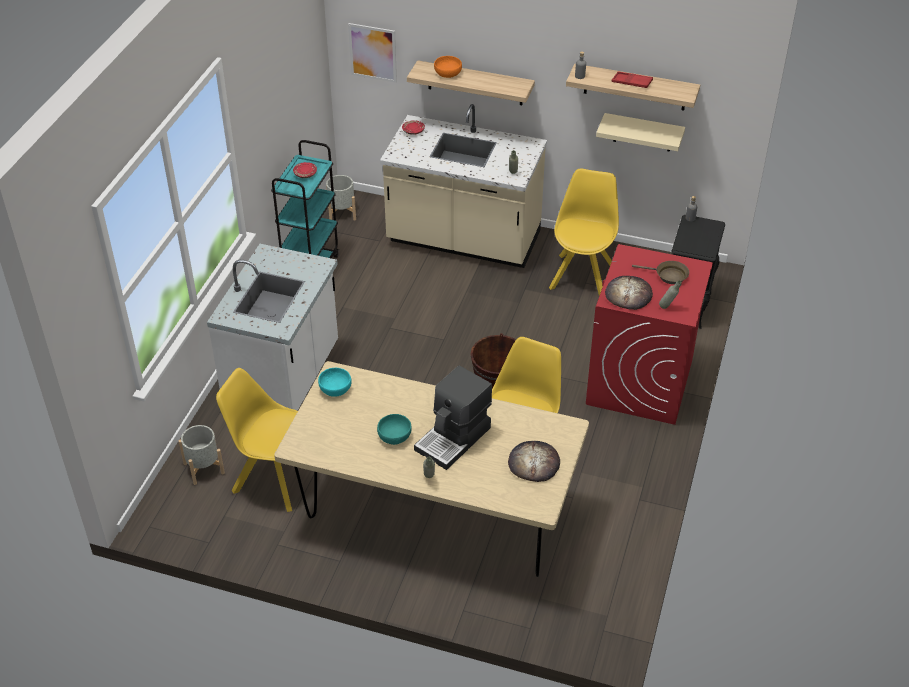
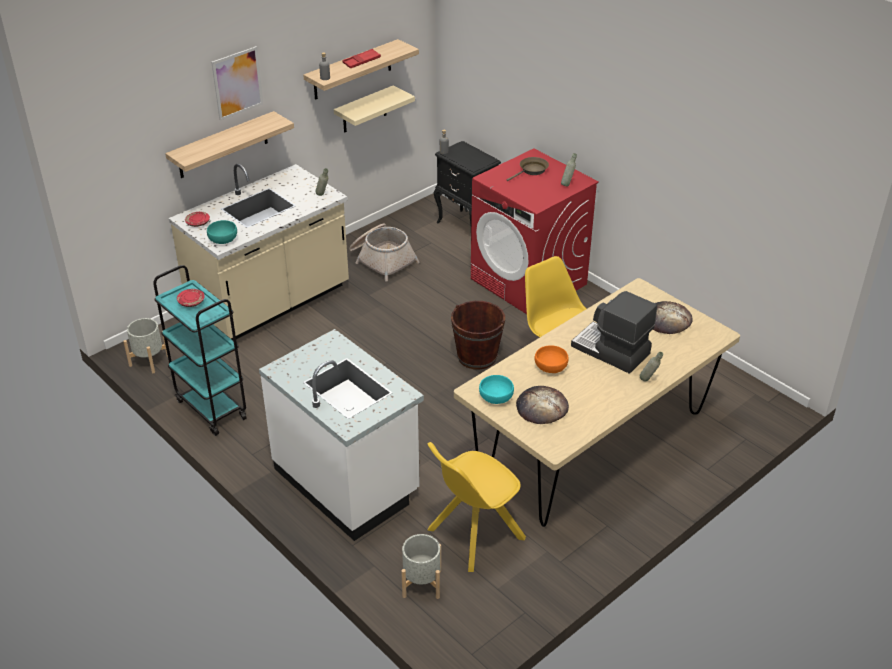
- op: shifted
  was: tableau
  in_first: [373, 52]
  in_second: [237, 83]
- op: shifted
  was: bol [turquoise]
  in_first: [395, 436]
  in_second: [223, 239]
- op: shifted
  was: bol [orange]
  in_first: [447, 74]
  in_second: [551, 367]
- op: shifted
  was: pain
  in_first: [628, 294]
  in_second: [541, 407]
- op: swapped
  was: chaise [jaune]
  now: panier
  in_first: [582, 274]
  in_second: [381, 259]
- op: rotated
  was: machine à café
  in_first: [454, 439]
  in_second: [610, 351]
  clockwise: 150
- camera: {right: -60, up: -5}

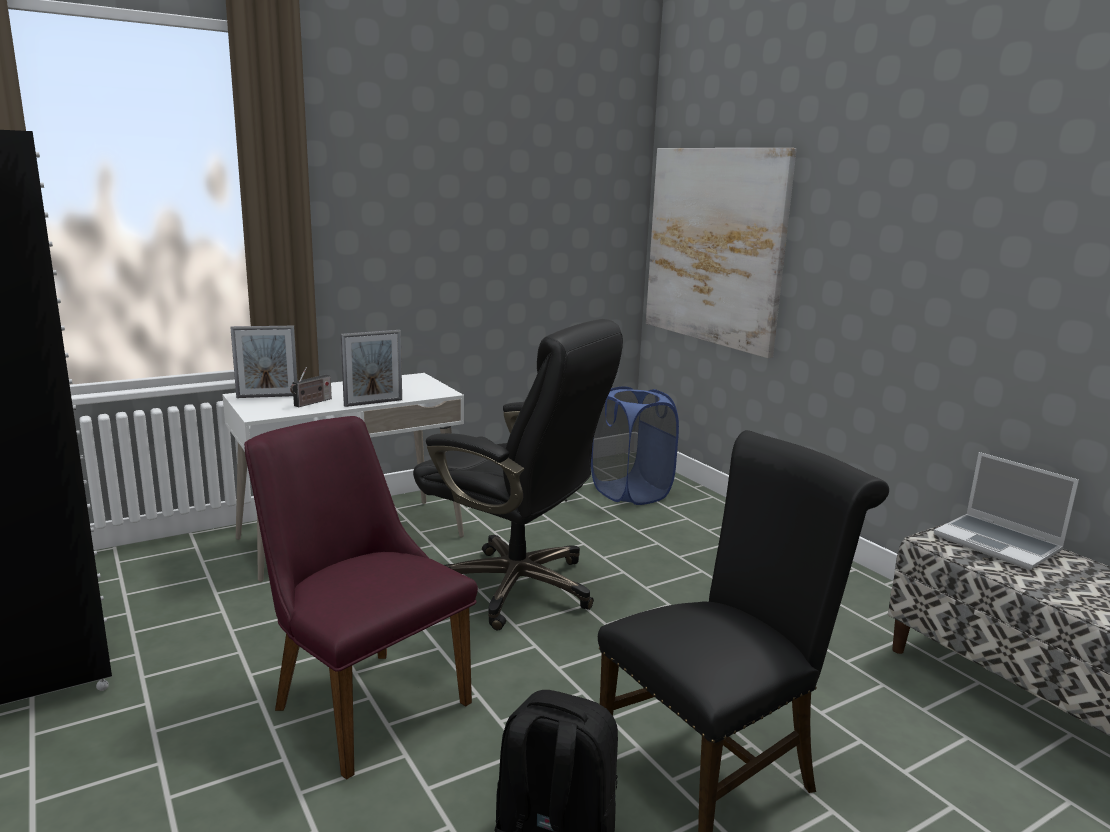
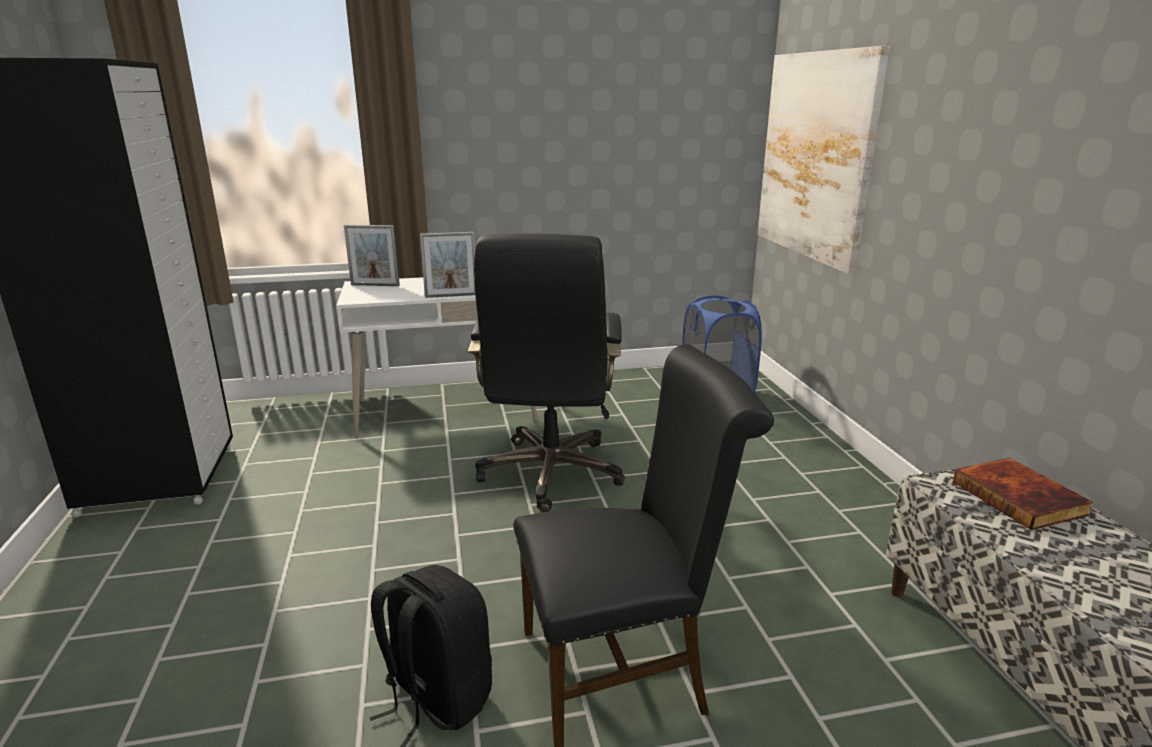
- op: gone
  was: chaise [violet]
  in_first: [360, 699]
- op: gone
  was: radio
  in_first: [311, 403]
- op: swapped
  was: ordinateur portable
  now: livre
  in_first: [999, 543]
  in_second: [1020, 498]
- op: rotated
  was: chaise de bureau [noir]
  in_first: [513, 586]
  in_second: [551, 470]
  clockwise: 45
- camera: {right: 20, up: 5}

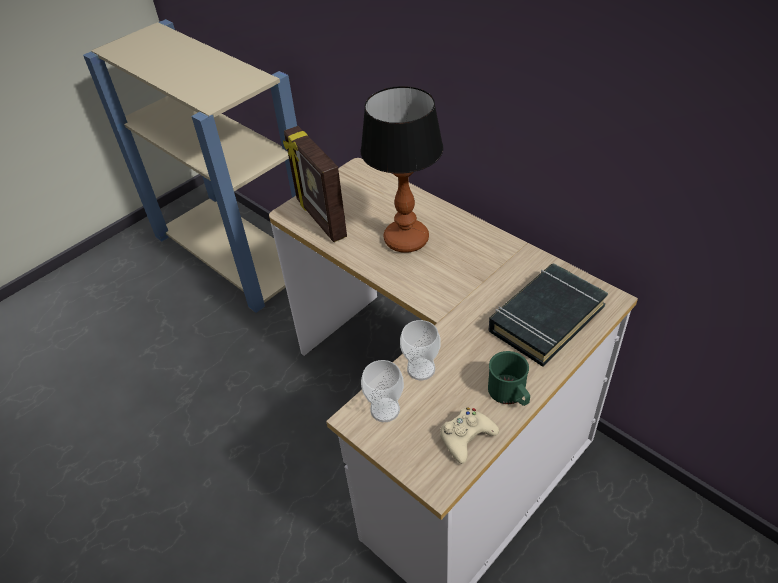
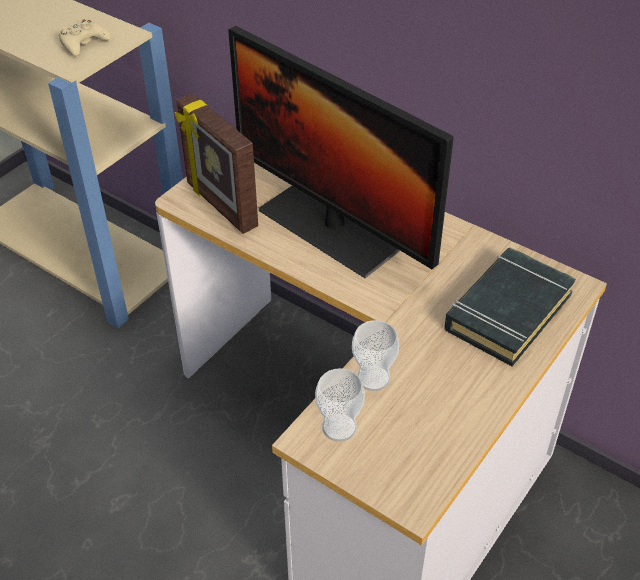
- op: gone
  was: mug [vert]
  in_first: [510, 394]
- op: shifted
  was: manette [beige]
  in_first: [466, 437]
  in_second: [83, 44]
- op: swapped
  was: lampe de table
  now: écran d'ordinateur
  in_first: [407, 239]
  in_second: [332, 227]
- camera: {right: -10, up: 0}

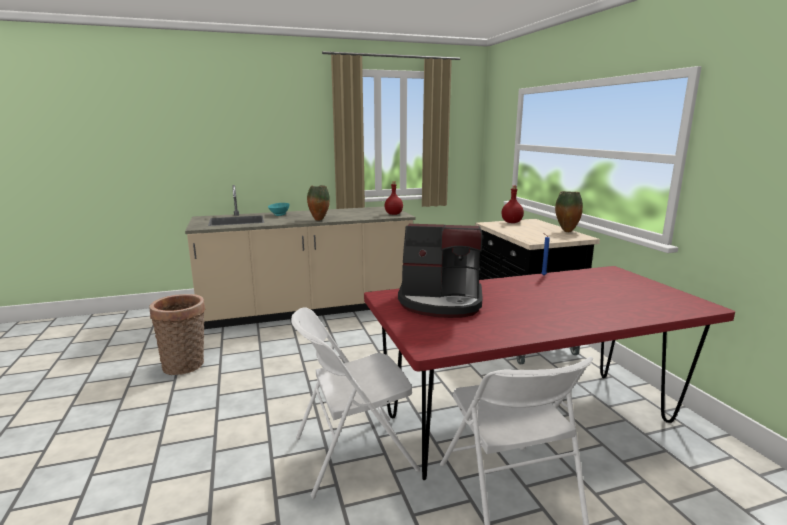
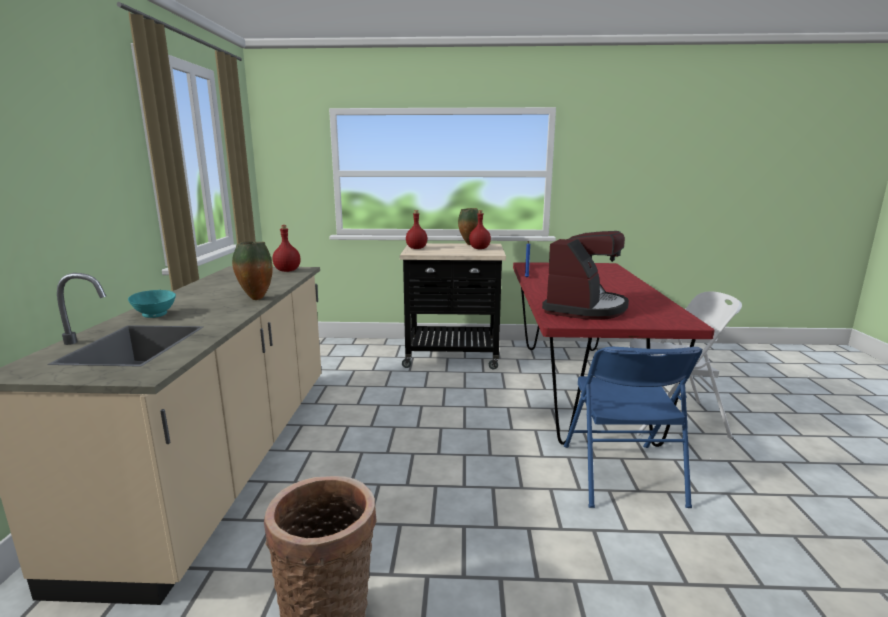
- op: new
  now: bouteille [rouge]
  in_second: [479, 248]
- op: repainted
  was: chaise [blanc]
  now: chaise [bleu]
  in_first: [354, 453]
  in_second: [620, 474]
- camera: {right: -70, up: 0}

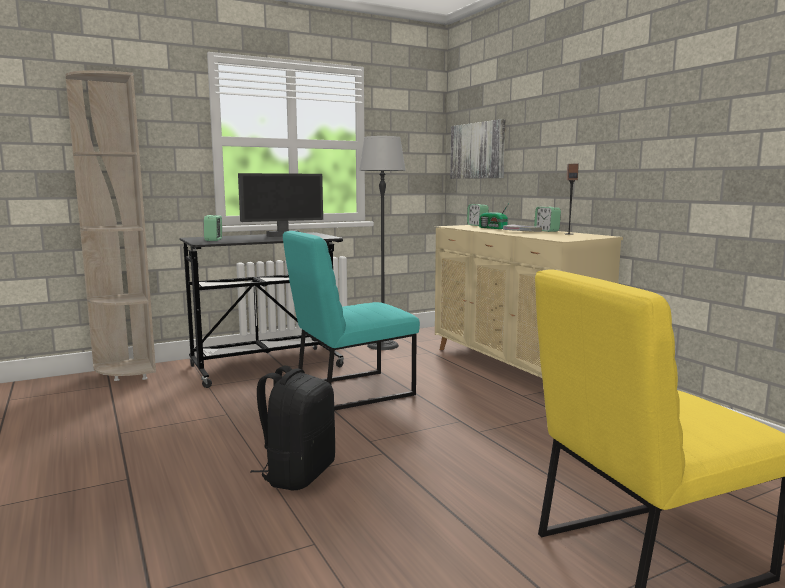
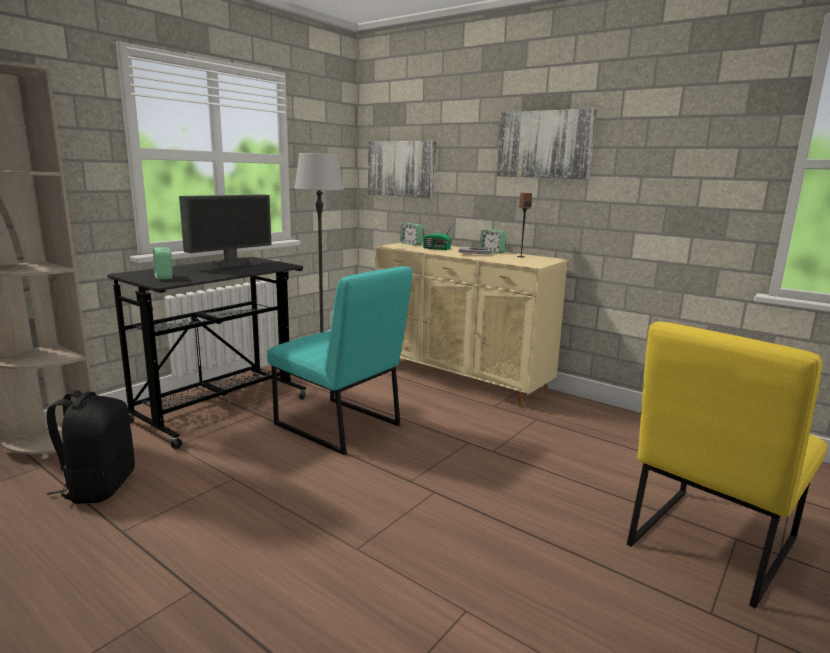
- op: new
  now: tableau
  in_second: [545, 144]
- op: shifted
  was: sac à dos [noir]
  in_first: [297, 474]
  in_second: [98, 487]
- op: rotated
  was: chaise [turquoise]
  in_first: [351, 391]
  in_second: [339, 426]
  clockwise: -90
- camera: {right: -25, up: 5}

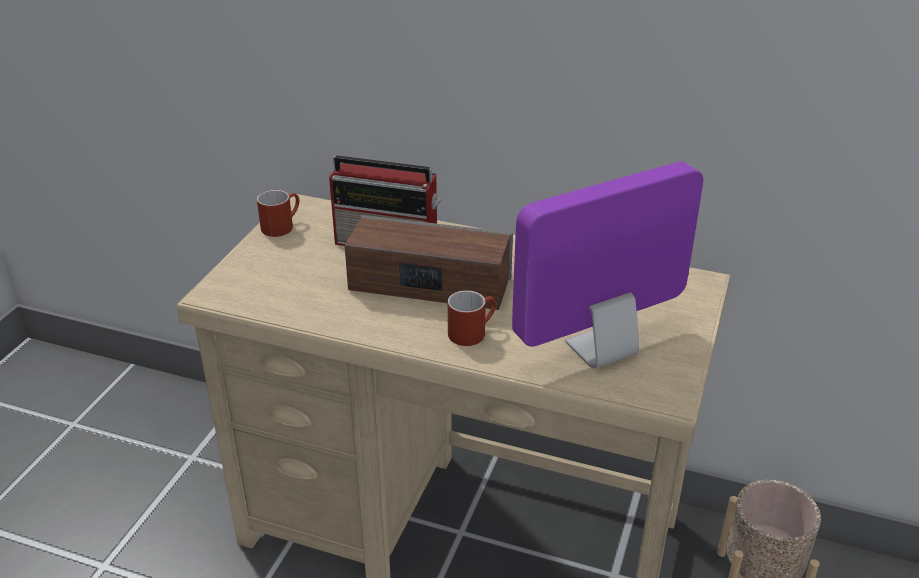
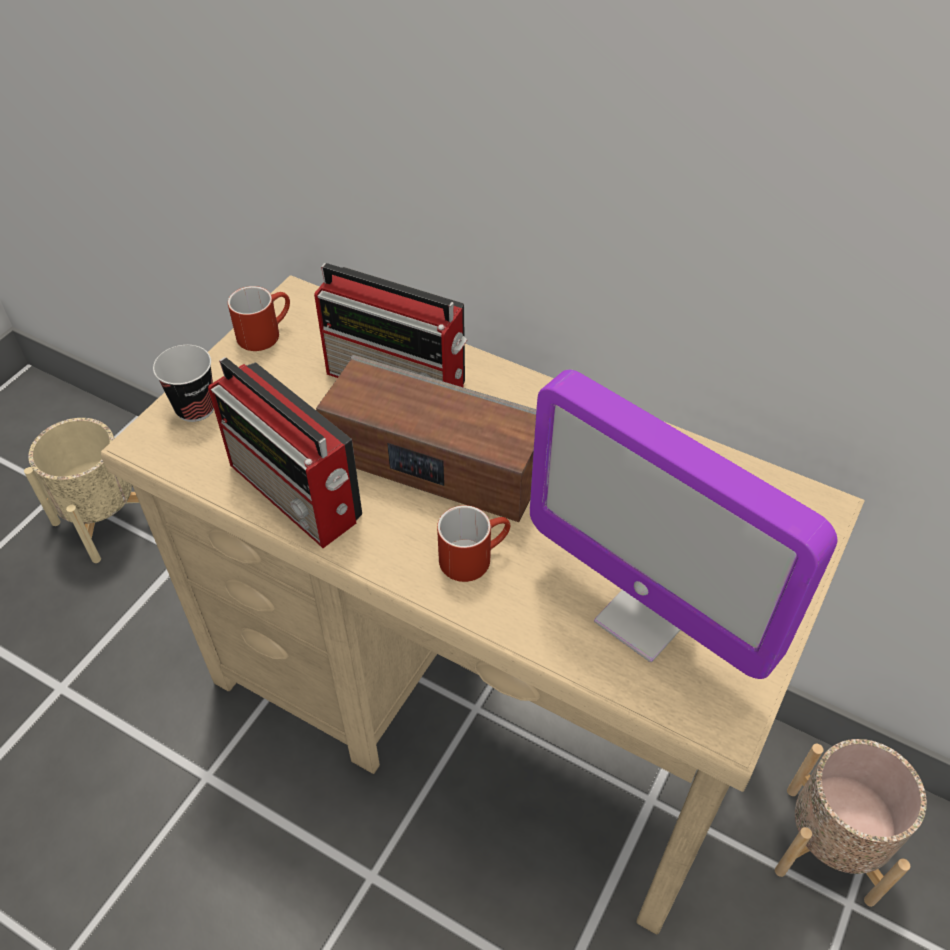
- op: new
  now: cache-pot [beige]
  in_second: [105, 520]
- op: new
  now: tasse
  in_second: [195, 408]
- op: new
  now: radio
  in_second: [296, 494]
- op: rotated
  was: écran d'ordinateur
  in_first: [600, 350]
  in_second: [645, 617]
  clockwise: -120
- camera: {right: 10, up: 15}

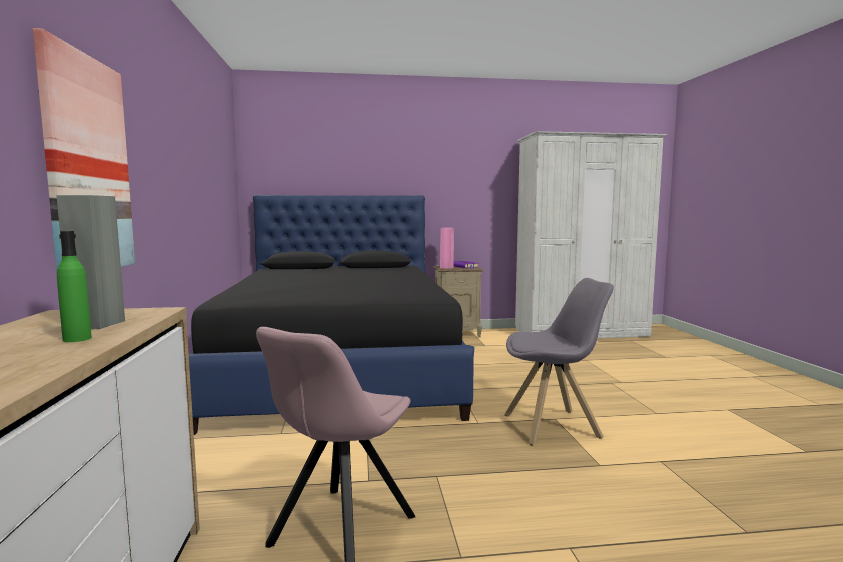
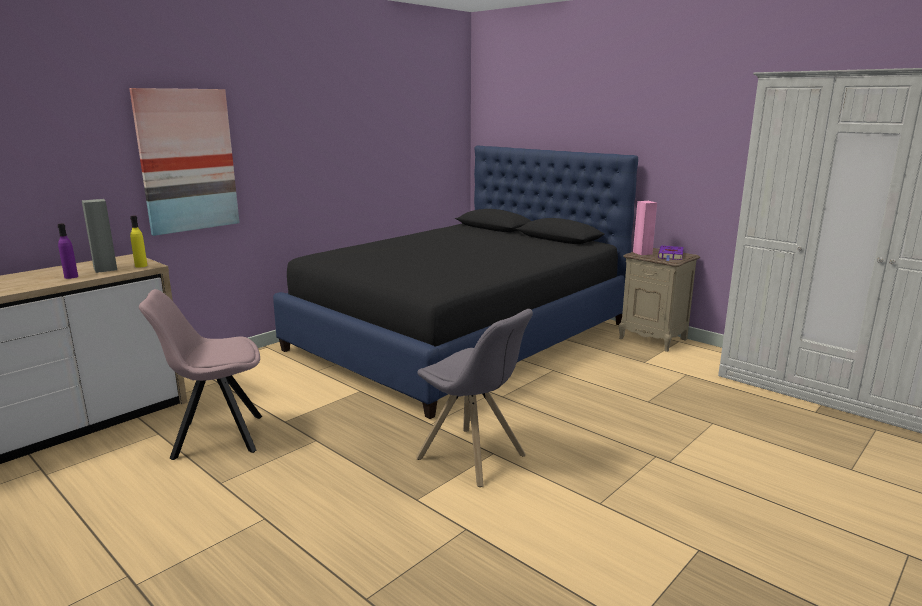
- op: new
  now: bouteille [jaune]
  in_second: [141, 266]
- op: repainted
  was: bouteille [vert]
  now: bouteille [violet]
  in_first: [77, 339]
  in_second: [71, 277]
- camera: {right: 50, up: 10}

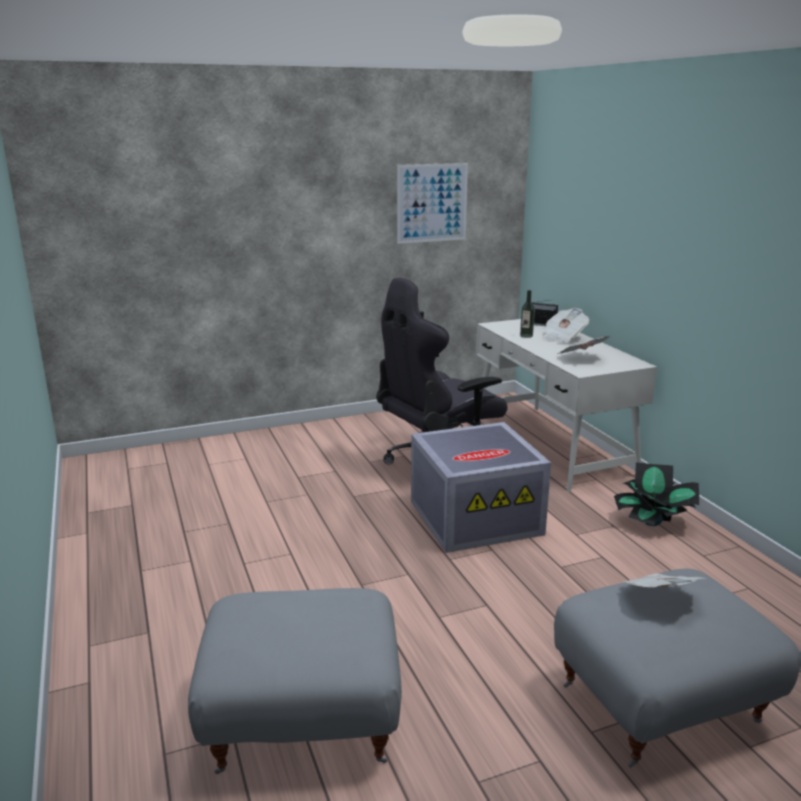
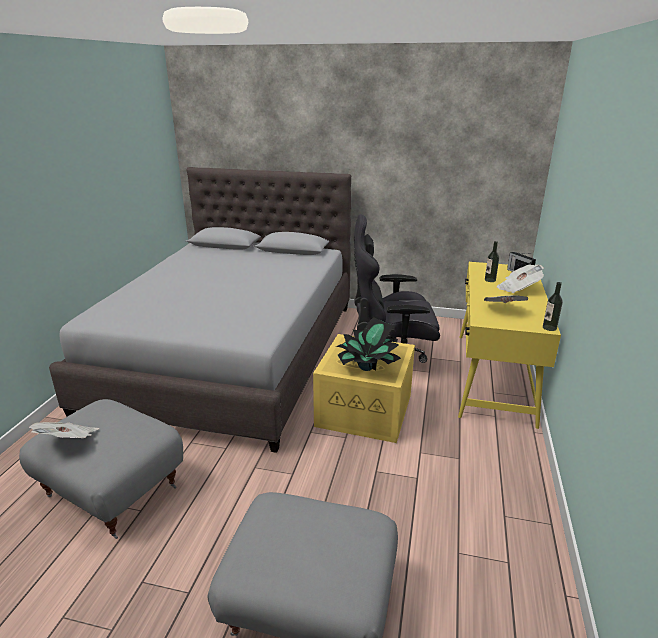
- op: gone
  was: tableau
  in_first: [432, 203]
- op: new
  now: lit [gris]
  in_second: [233, 353]
- op: new
  now: bouteille
  in_second: [549, 328]
- op: shifted
  was: plante en pot
  in_first: [652, 522]
  in_second: [366, 368]
- op: shifted
  was: journal
  in_first: [659, 598]
  in_second: [69, 441]
- op: repainted
  was: boîte de rangement [gris]
  now: boîte de rangement [jaune]
  in_first: [476, 516]
  in_second: [366, 409]
- op: repainted
  was: bureau [blanc]
  now: bureau [jaune]
  in_first: [550, 445]
  in_second: [493, 376]
- camera: {right: 35, up: 5}

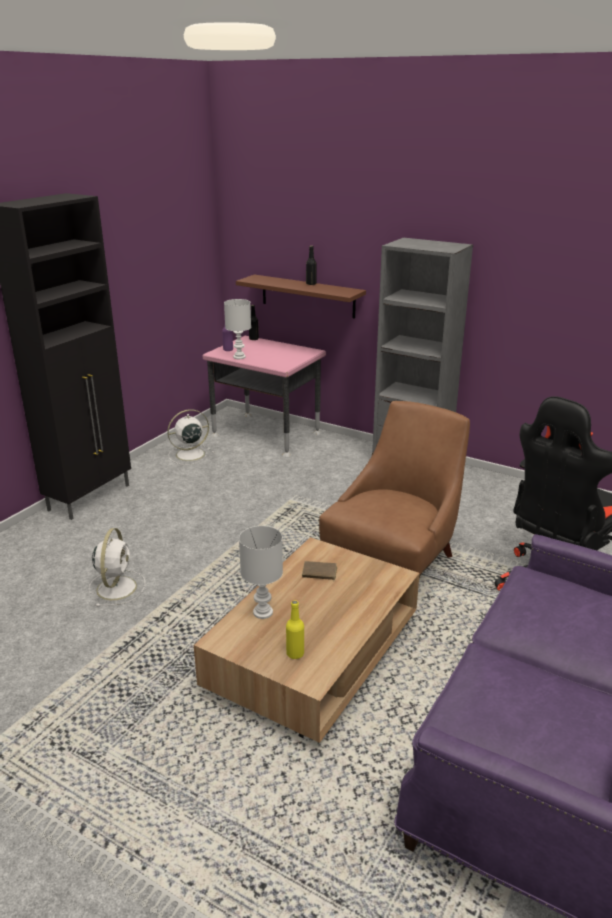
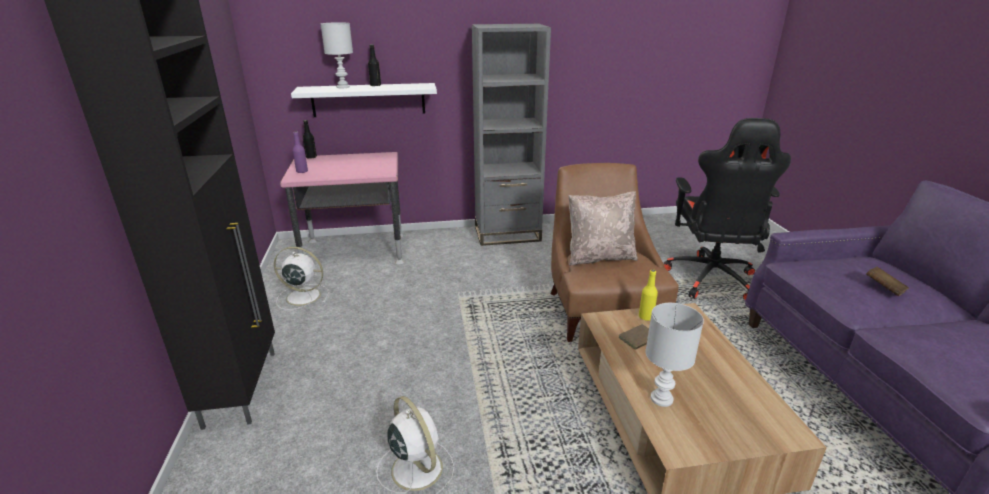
- op: new
  now: coussin [beige]
  in_second: [599, 257]
- op: new
  now: livre [marron]
  in_second: [883, 289]
- op: shifted
  was: lampe de table [blanc]
  in_first: [239, 357]
  in_second: [343, 87]
- op: shifted
  was: bouteille [jaune]
  in_first: [295, 653]
  in_second: [646, 317]
- op: repainted
  was: étagère [marron]
  now: étagère [blanc]
  in_first: [307, 296]
  in_second: [368, 100]
- op: rotated
  was: ventilateur [blanc]
  in_first: [189, 455]
  in_second: [302, 296]
  clockwise: 75
- camera: {right: -40, up: 0}

